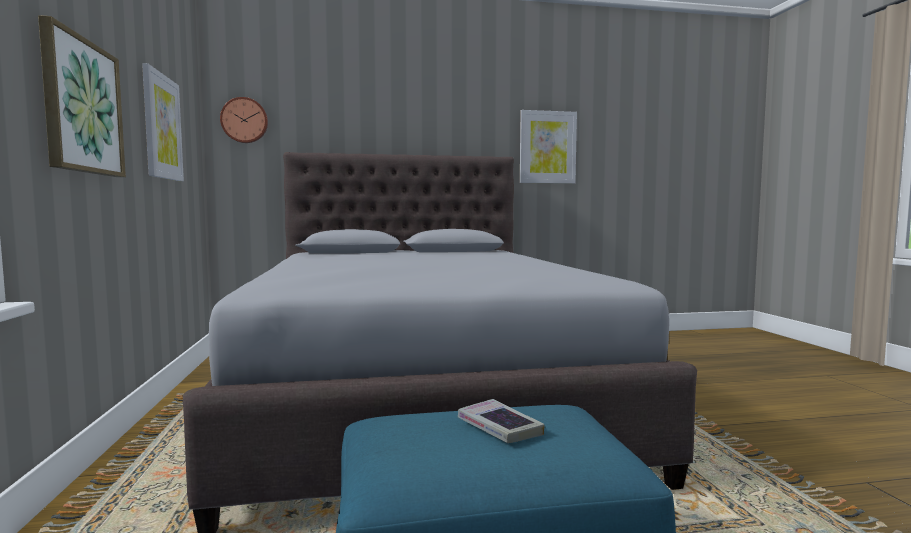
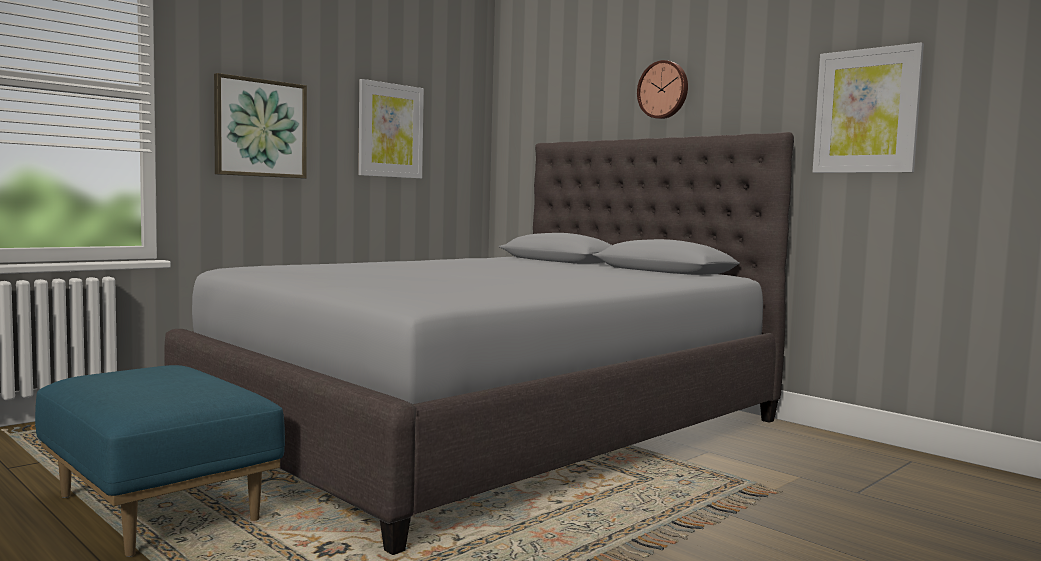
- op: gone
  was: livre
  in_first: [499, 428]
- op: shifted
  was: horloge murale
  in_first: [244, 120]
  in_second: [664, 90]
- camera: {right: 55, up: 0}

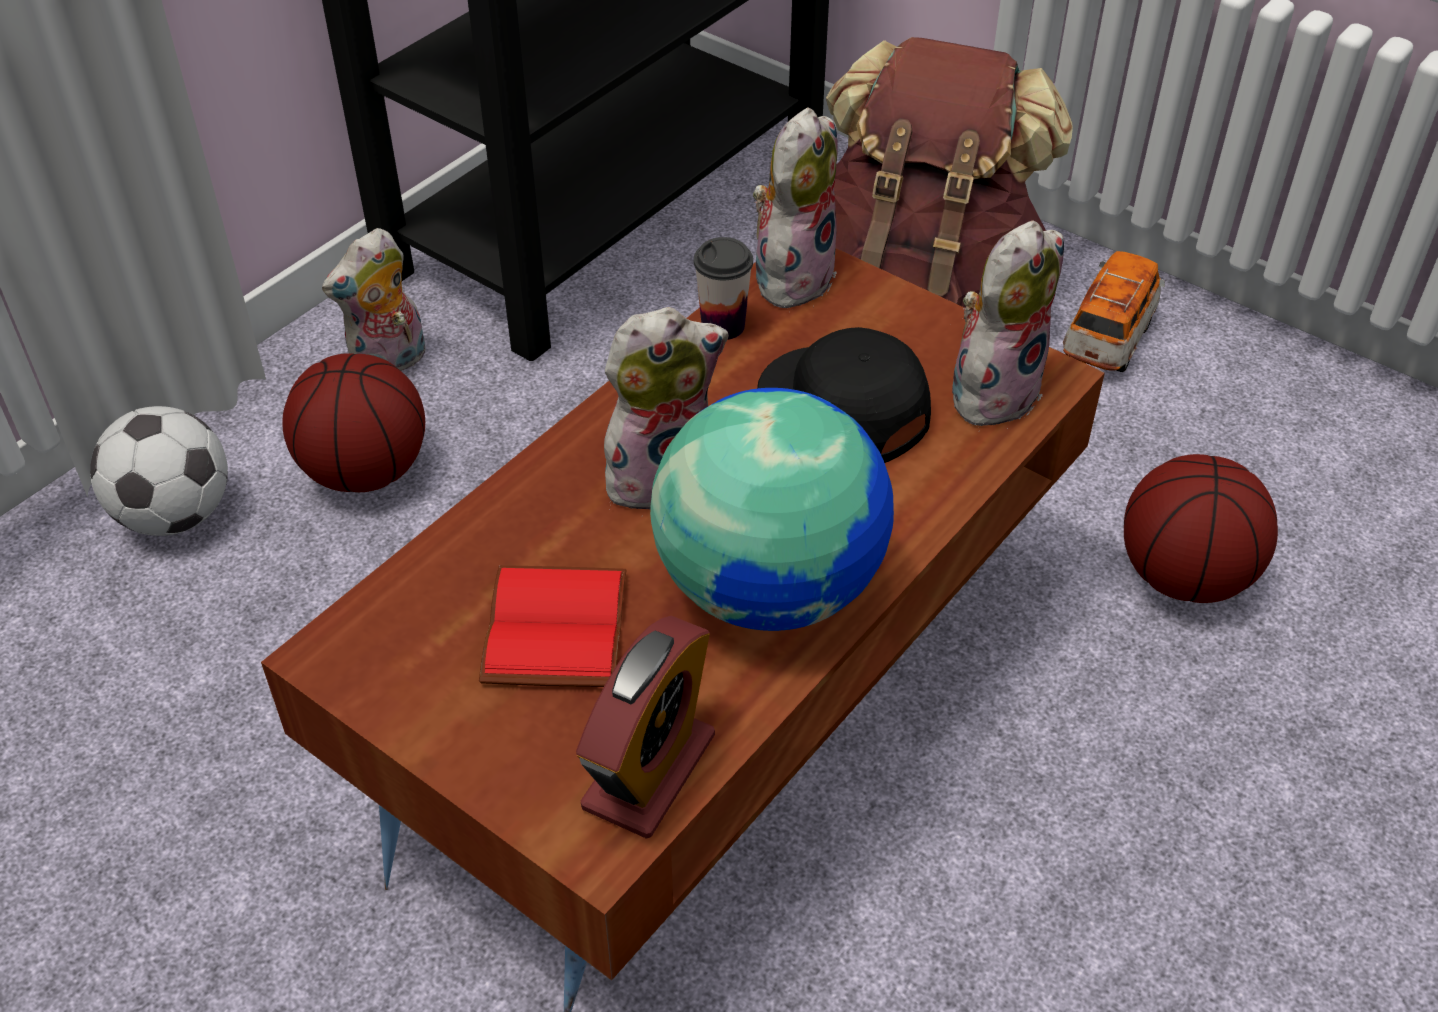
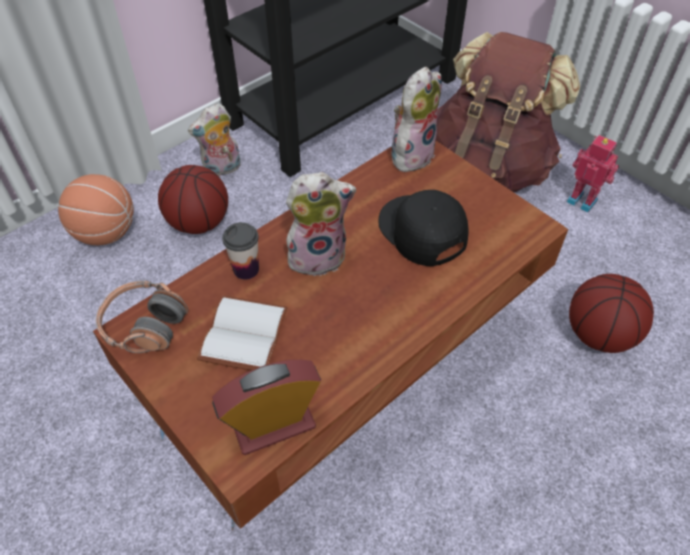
- op: gone
  was: globe
  in_first: [770, 586]
- op: gone
  was: peluche
  in_first: [993, 390]
- op: new
  now: casque audio
  in_second: [144, 325]
- op: shifted
  was: tasse
  in_first: [723, 326]
  in_second: [246, 269]
- op: swapped
  was: ballon de foot
  now: ballon de basket
  in_first: [175, 515]
  in_second: [106, 233]
- op: swapped
  was: petite voiture
  now: robot jouet
  in_first: [1108, 338]
  in_second: [582, 200]
- op: repainted
  was: livre [rouge]
  now: livre [blanc]
  in_first: [551, 626]
  in_second: [242, 333]
- op: rotated
  was: réveil
  in_first: [649, 771]
  in_second: [273, 424]
  clockwise: -150
- camera: {right: 10, up: 5}

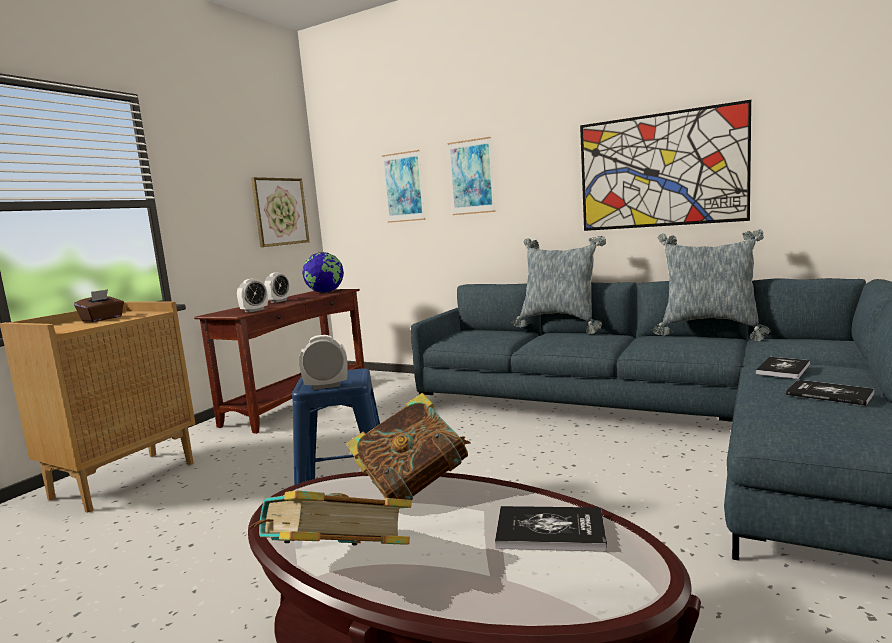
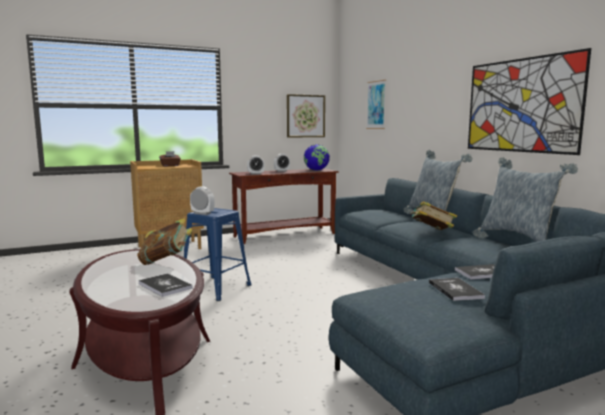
- op: gone
  was: tableau
  in_first: [471, 177]
- op: shifted
  was: livre
  in_first: [336, 569]
  in_second: [431, 232]
- camera: {right: 35, up: 0}

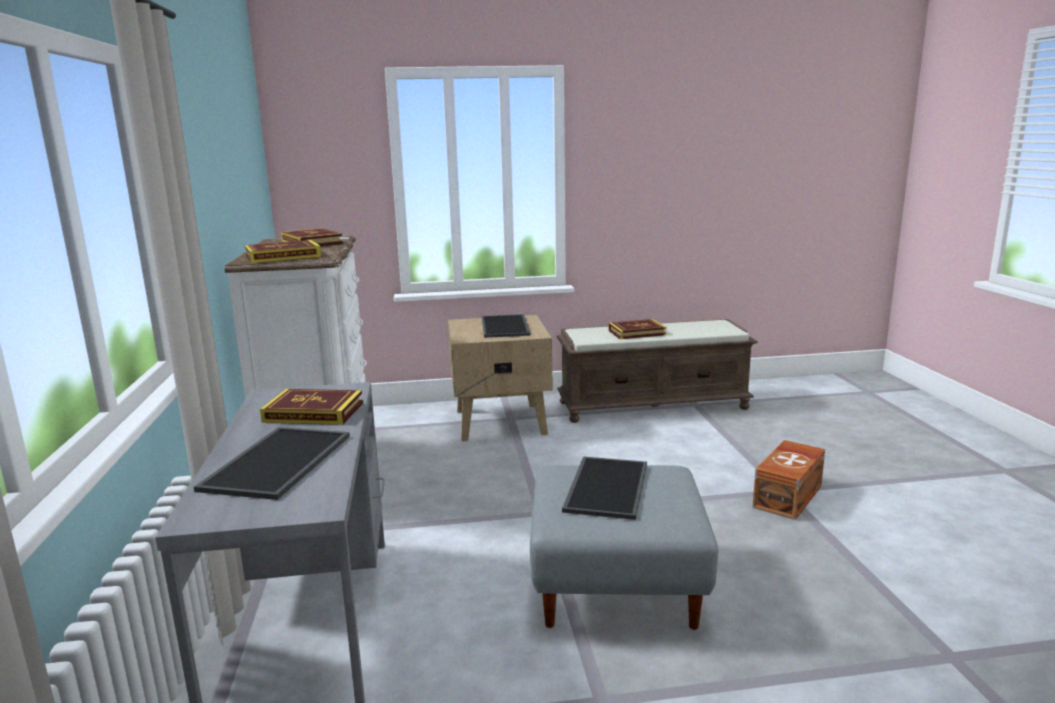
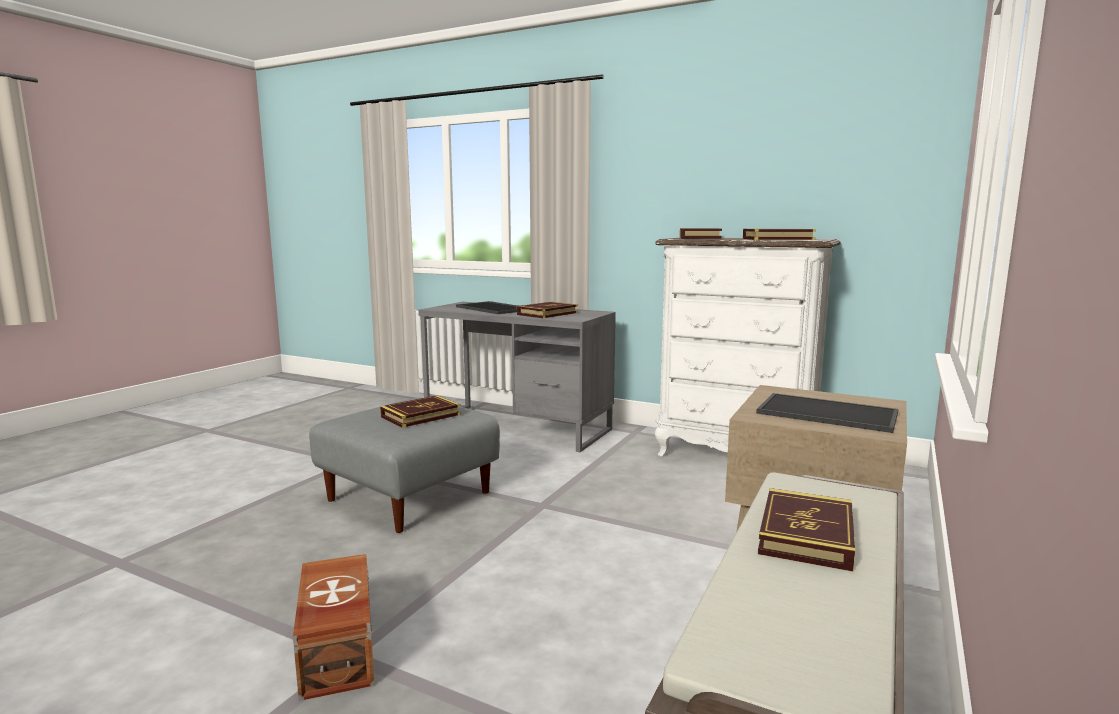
- op: swapped
  was: plateau
  now: livre
  in_first: [605, 486]
  in_second: [420, 416]
- camera: {right: 125, up: -5}

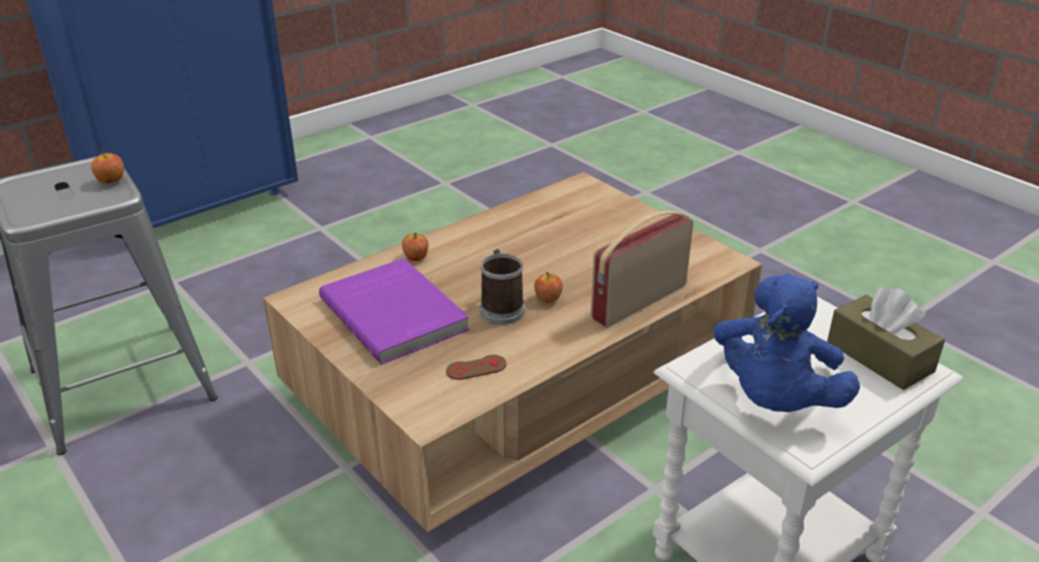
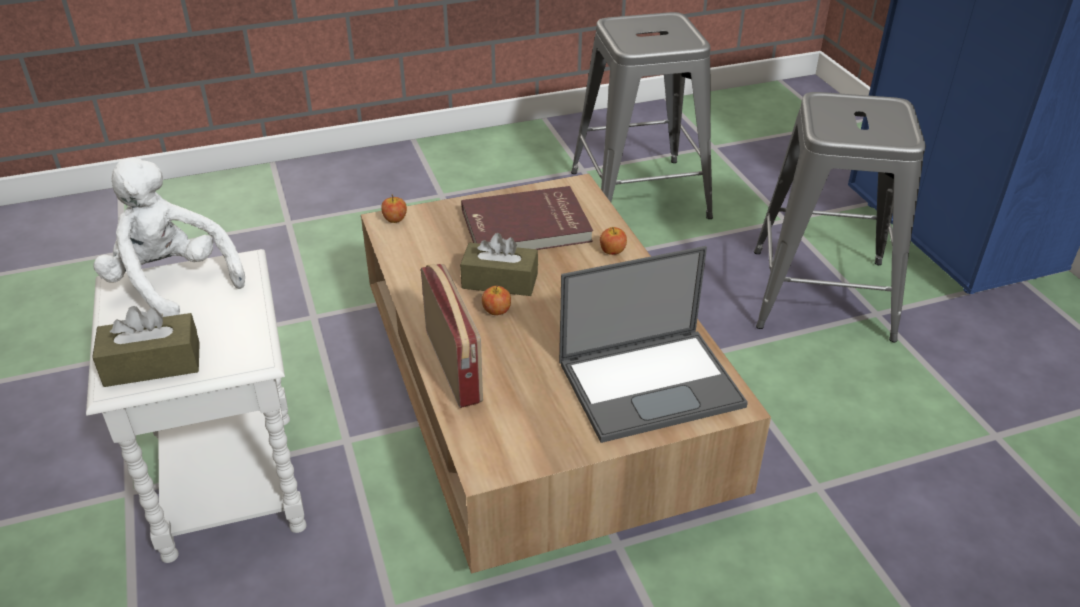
- op: gone
  was: manette [marron]
  in_first: [476, 367]
- op: new
  now: ordinateur portable
  in_second: [652, 383]
- op: new
  now: tabouret [gris]
  in_second: [820, 293]
- op: shifted
  was: pomme
  in_first: [111, 180]
  in_second: [395, 219]
- op: swapped
  was: mug
  now: boîte à mouchoirs [marron]
  in_first: [501, 307]
  in_second: [500, 281]
- op: repainted
  was: livre [violet]
  now: livre [rouge]
  in_first: [396, 313]
  in_second: [526, 227]
- op: repainted
  was: peluche [bleu]
  now: peluche [blanc]
  in_first: [774, 400]
  in_second: [171, 285]
- camera: {right: 110, up: 5}

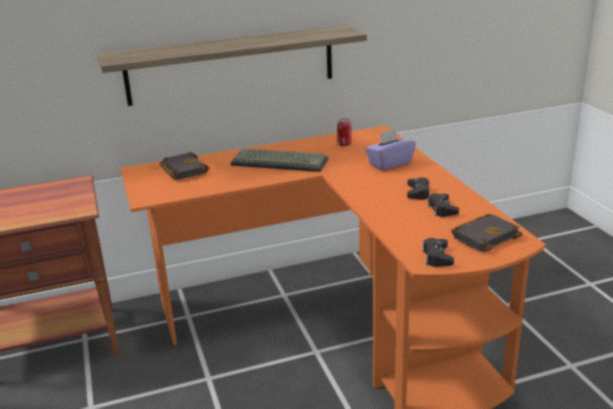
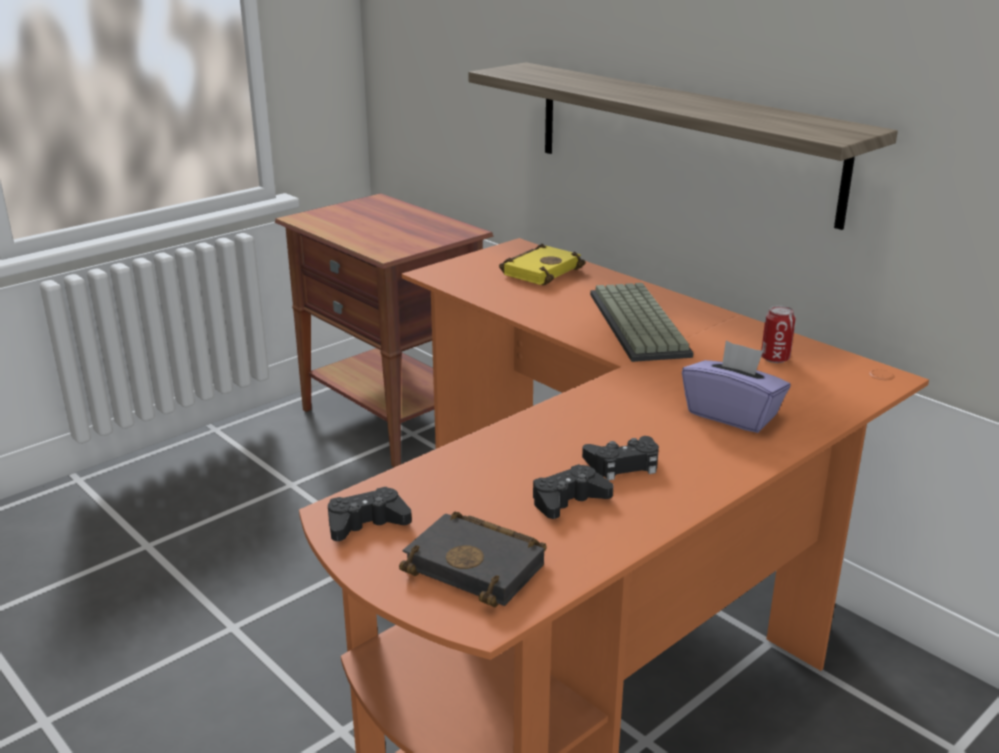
- op: repainted
  was: livre [noir]
  now: livre [jaune]
  in_first: [182, 170]
  in_second: [541, 270]
- camera: {right: 65, up: 0}

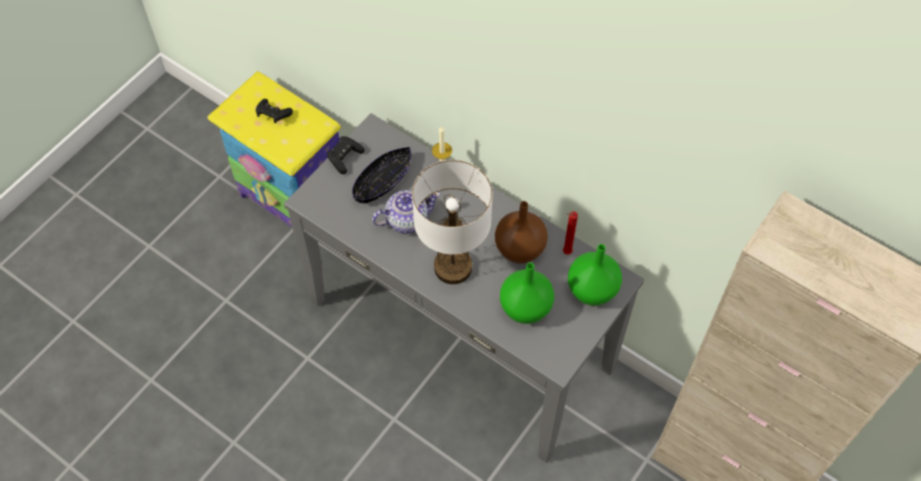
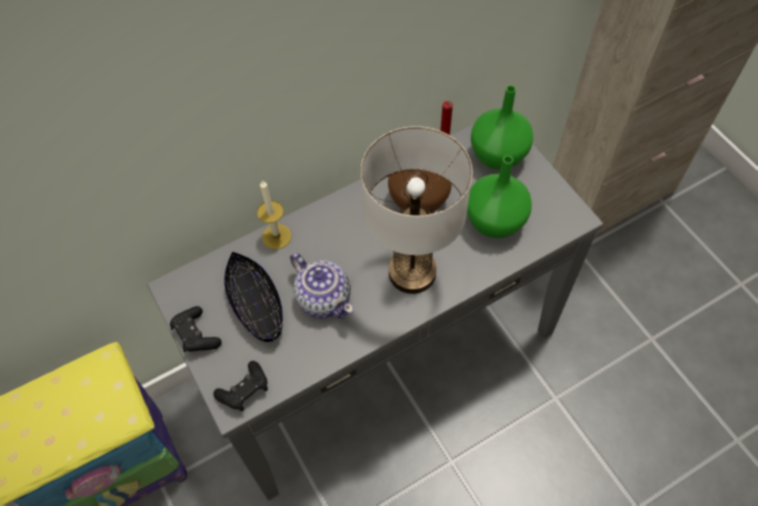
- op: shifted
  was: manette [noir]
  in_first: [273, 115]
  in_second: [245, 391]
- op: rotated
  was: théière
  in_first: [406, 220]
  in_second: [324, 298]
  clockwise: 135
- camera: {right: -65, up: 0}

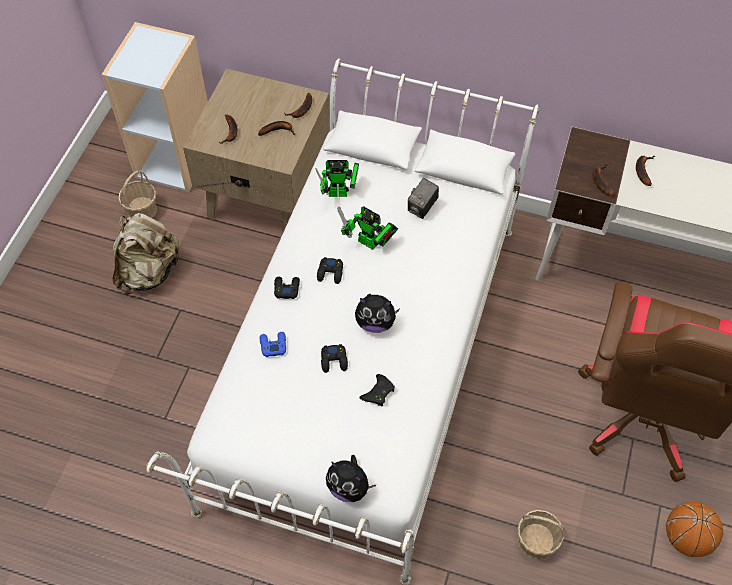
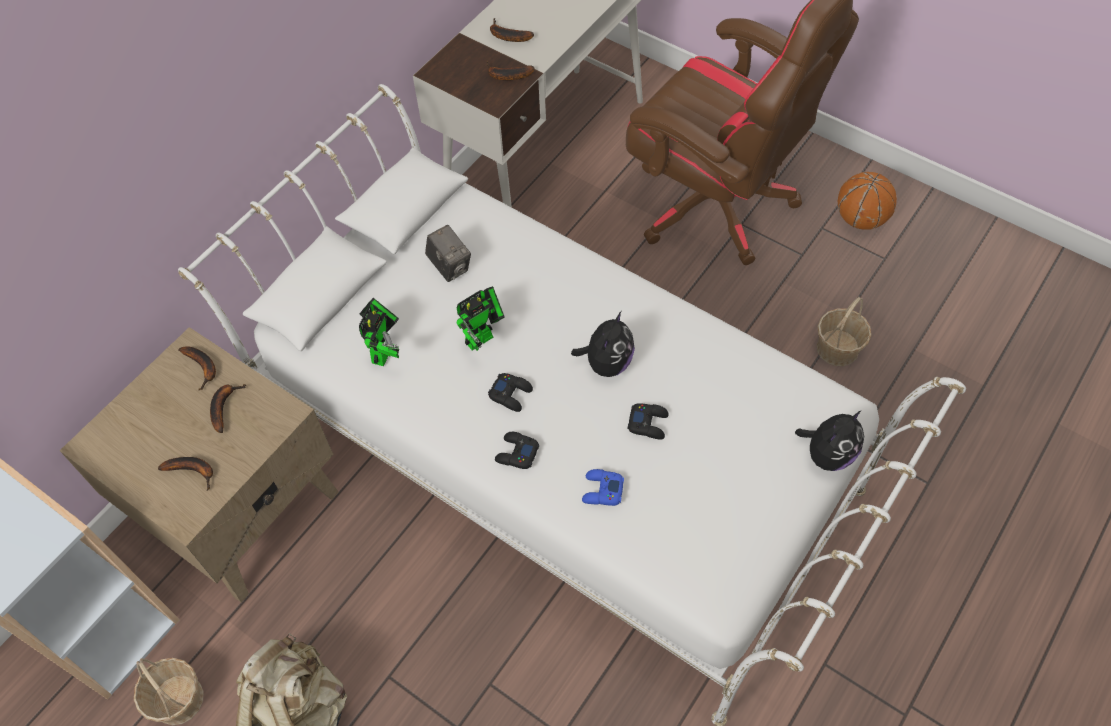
- op: gone
  was: manette [noir]
  in_first: [378, 392]
- camera: {right: -70, up: 0}

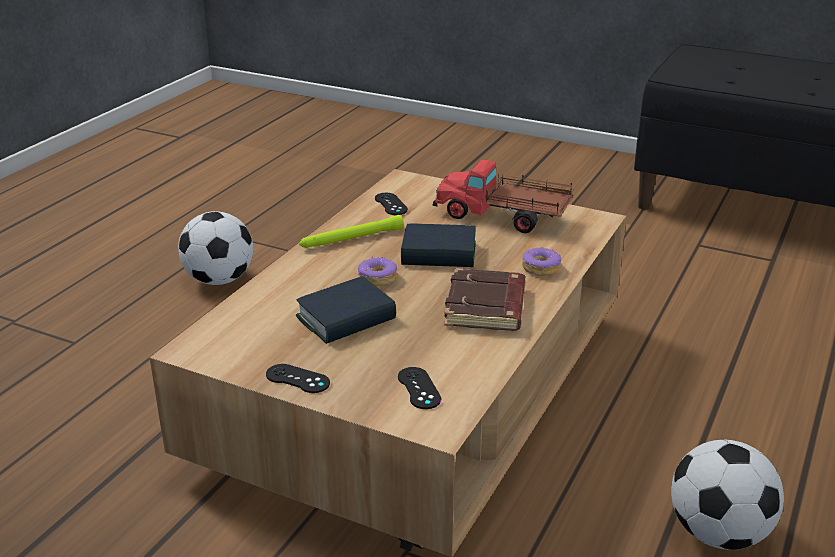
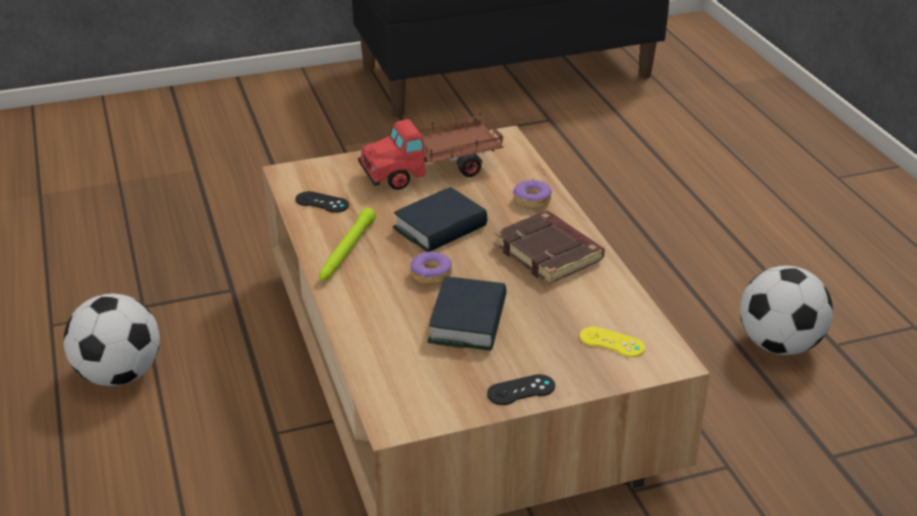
- op: repainted
  was: manette [noir]
  now: manette [jaune]
  in_first: [419, 388]
  in_second: [612, 342]
- camera: {right: -45, up: 5}

